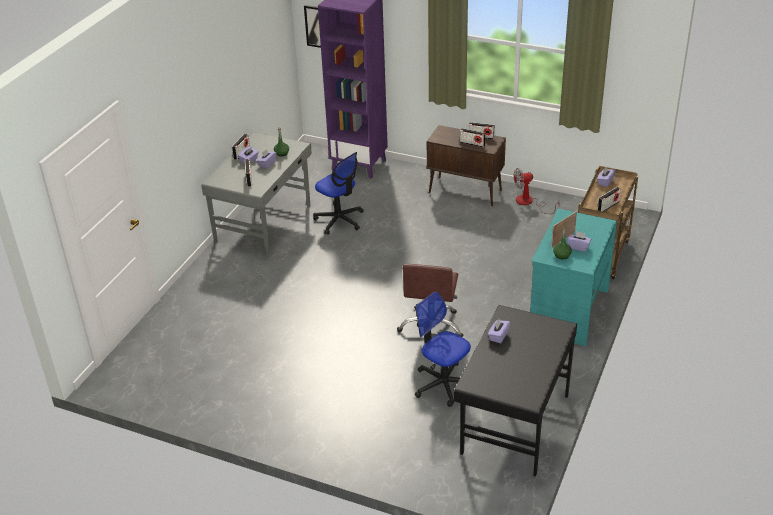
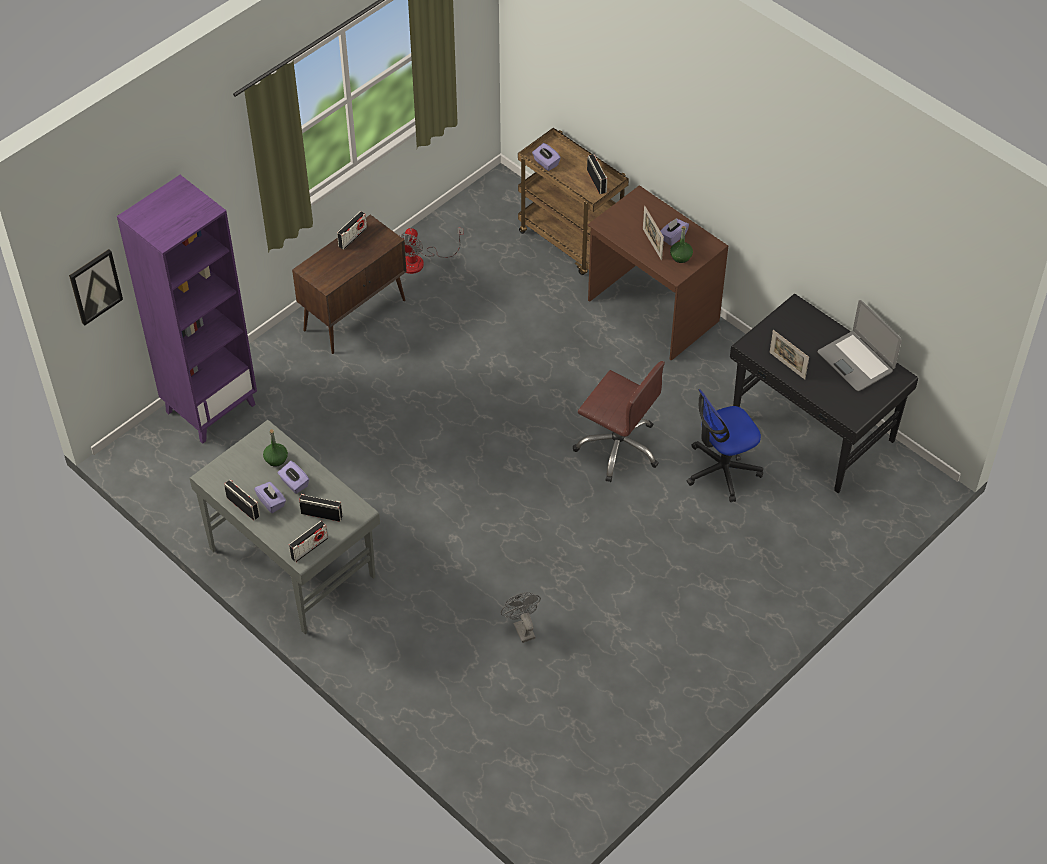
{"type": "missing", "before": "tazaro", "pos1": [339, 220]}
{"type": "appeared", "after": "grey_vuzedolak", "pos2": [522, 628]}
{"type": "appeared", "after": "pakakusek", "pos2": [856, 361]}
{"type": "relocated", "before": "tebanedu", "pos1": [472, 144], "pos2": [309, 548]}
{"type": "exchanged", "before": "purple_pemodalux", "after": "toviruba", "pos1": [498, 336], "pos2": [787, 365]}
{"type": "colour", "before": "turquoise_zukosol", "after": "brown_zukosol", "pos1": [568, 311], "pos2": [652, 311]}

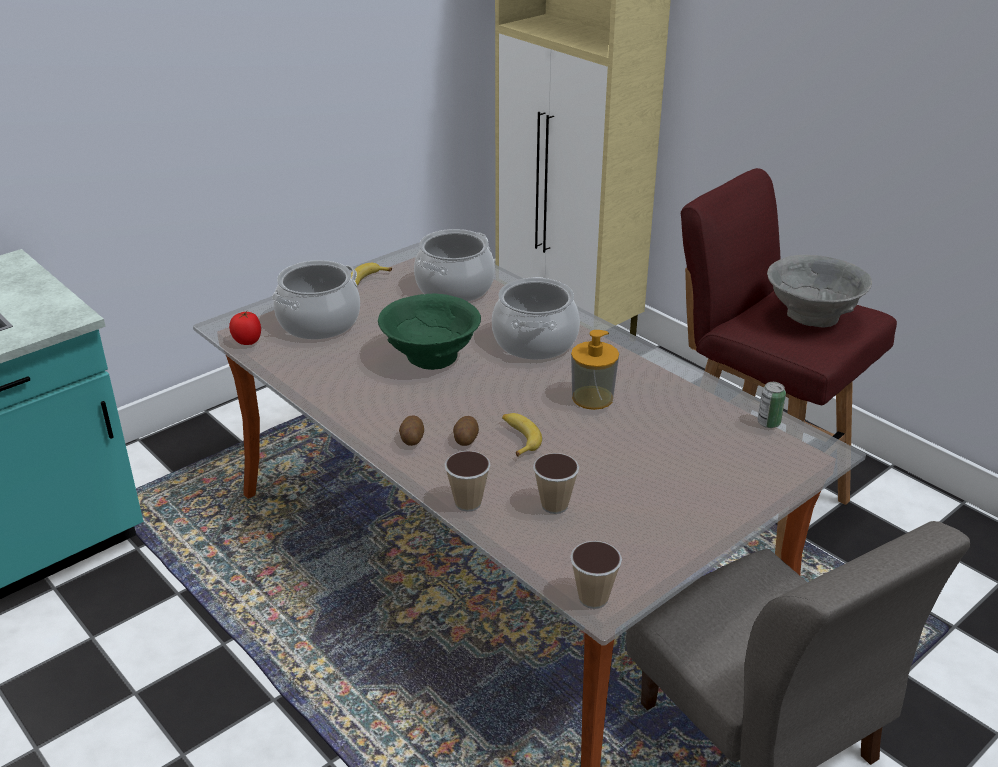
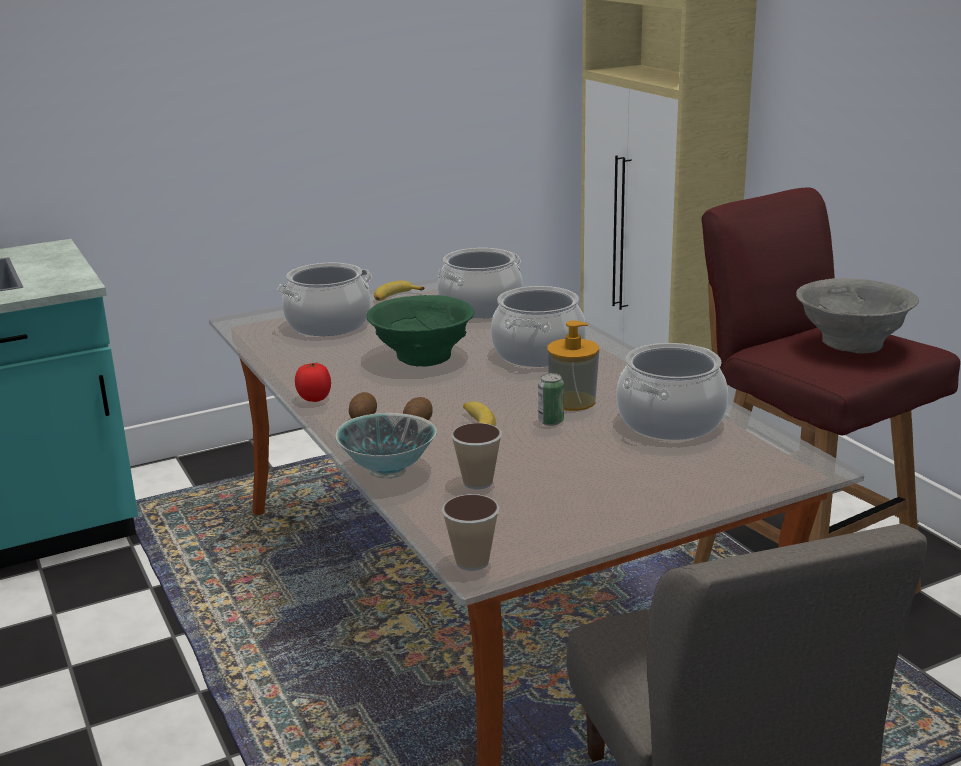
{"type": "appeared", "after": "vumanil", "pos2": [671, 422]}
{"type": "relocated", "before": "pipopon", "pos1": [247, 342], "pos2": [314, 399]}
{"type": "relocated", "before": "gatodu", "pos1": [768, 423], "pos2": [551, 421]}
{"type": "exchanged", "before": "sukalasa", "after": "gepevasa", "pos1": [468, 503], "pos2": [388, 471]}

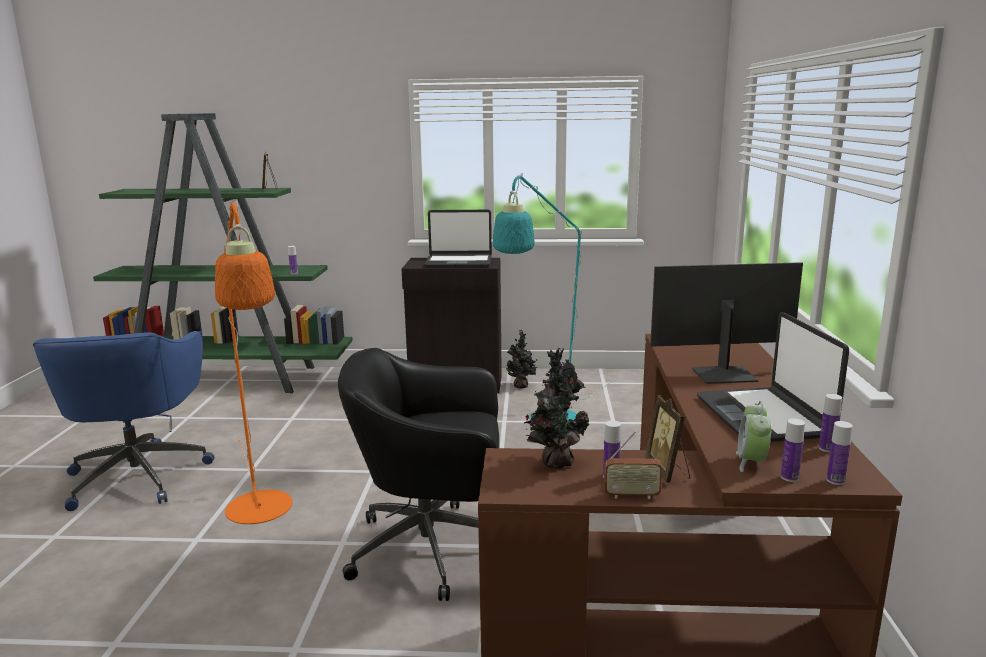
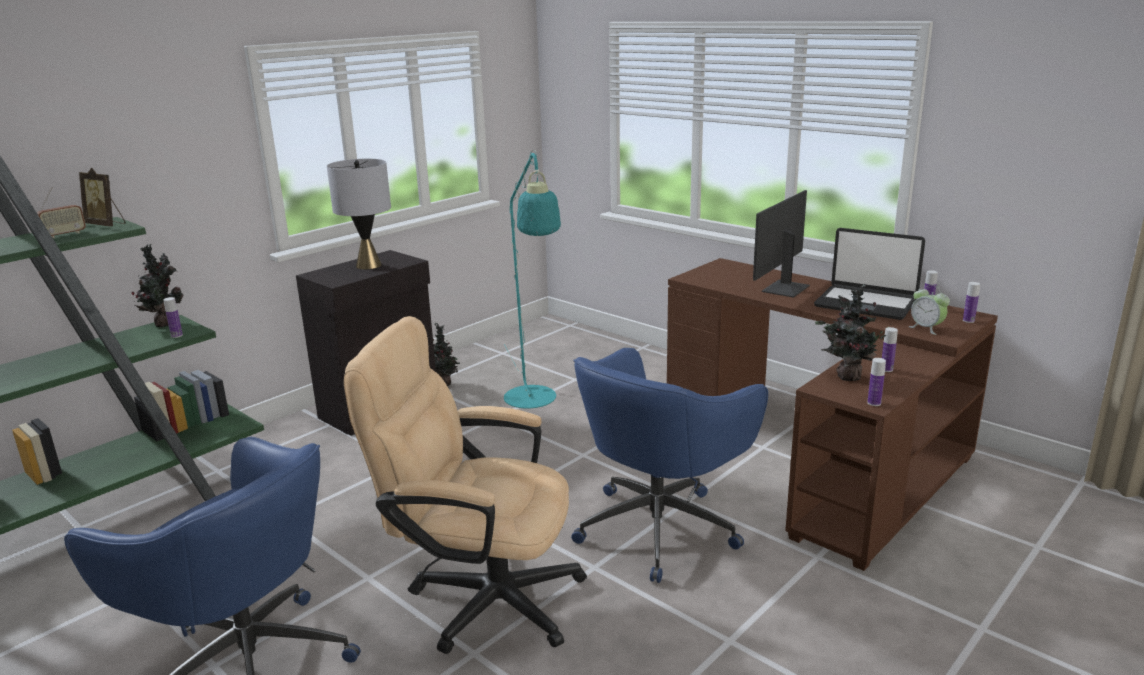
{"type": "missing", "before": "toviruba", "pos1": [668, 471]}
{"type": "appeared", "after": "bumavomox", "pos2": [164, 324]}
{"type": "relocated", "before": "tebanedu", "pos1": [631, 495], "pos2": [64, 235]}
{"type": "relocated", "before": "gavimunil", "pos1": [789, 477], "pos2": [874, 403]}
{"type": "exchanged", "before": "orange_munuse", "after": "beige_tazaro", "pos1": [262, 515], "pos2": [481, 597]}
{"type": "exchanged", "before": "pakakusek", "after": "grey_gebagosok", "pos1": [458, 262], "pos2": [368, 265]}
{"type": "colour", "before": "black_tazaro", "after": "blue_tazaro", "pos1": [433, 549], "pos2": [660, 526]}

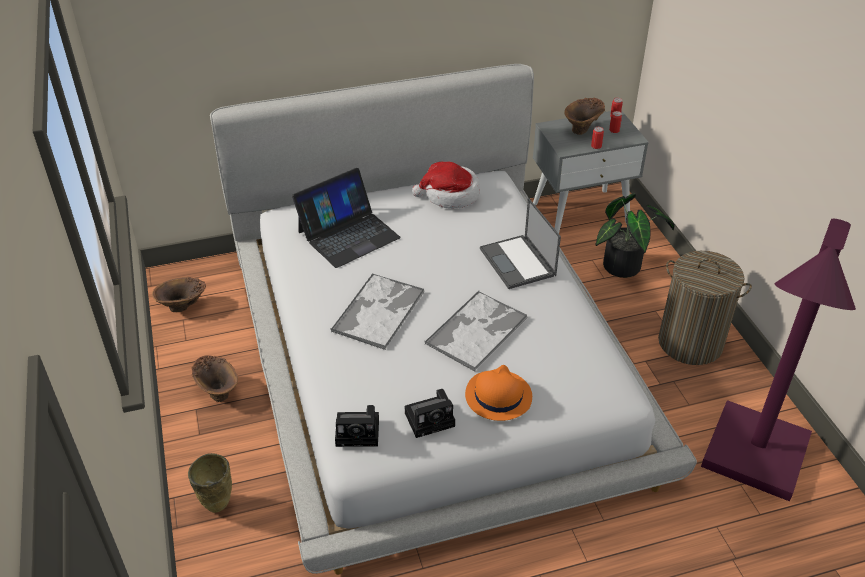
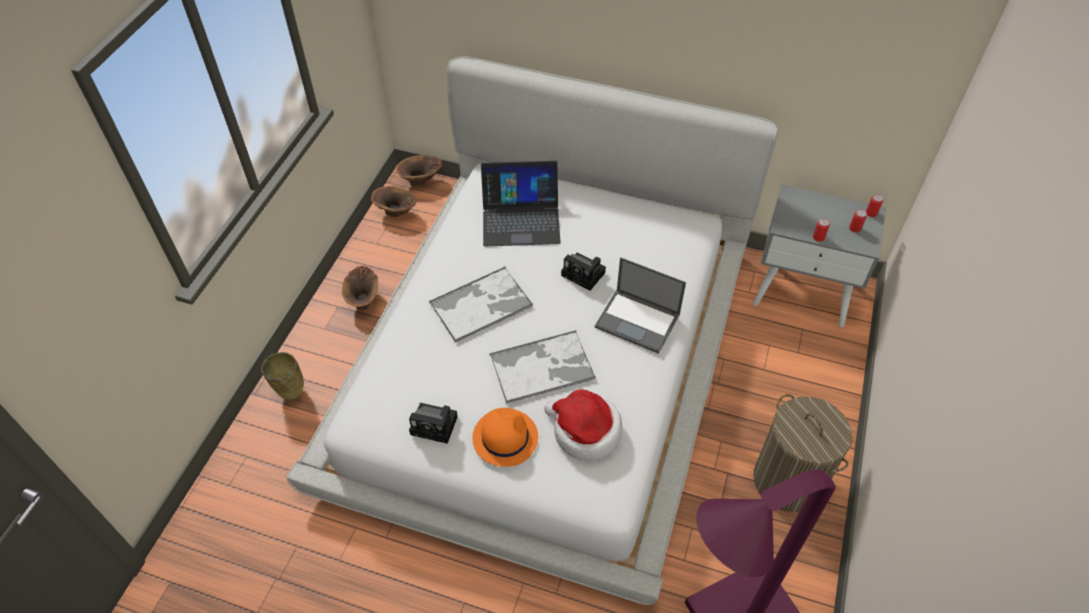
{"type": "missing", "before": "bumavomox", "pos1": [626, 267]}
{"type": "relocated", "before": "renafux", "pos1": [360, 432], "pos2": [585, 274]}
{"type": "relocated", "before": "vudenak", "pos1": [450, 195], "pos2": [585, 431]}
{"type": "relocated", "before": "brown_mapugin", "pos1": [583, 129], "pos2": [421, 182]}
{"type": "spun", "before": "pakakusek", "pos1": [518, 262], "pos2": [638, 321], "turn": -75}

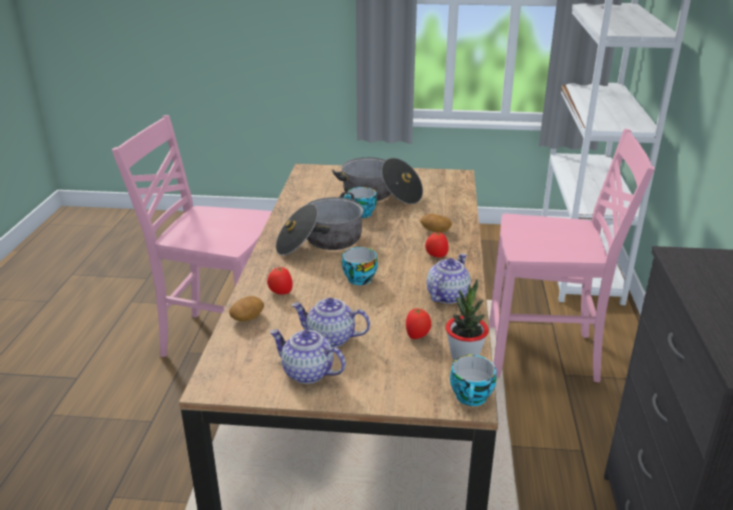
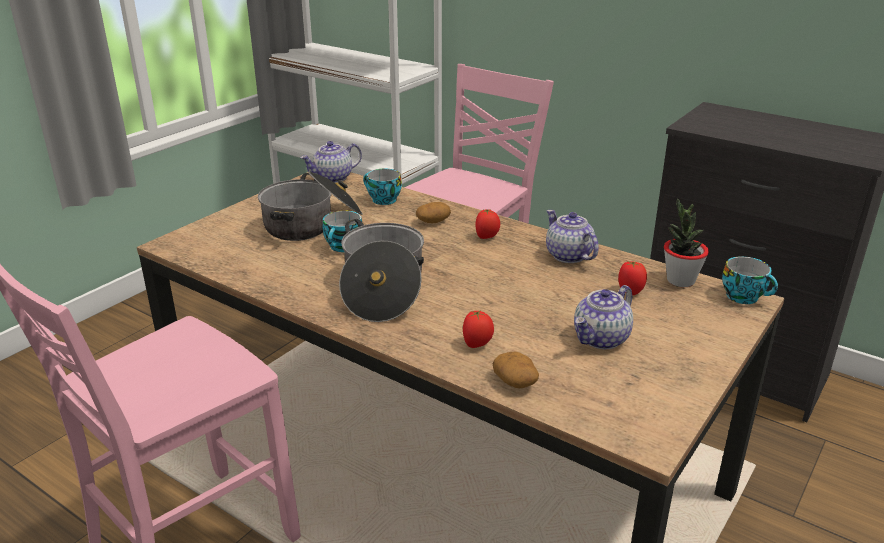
{"type": "relocated", "before": "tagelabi", "pos1": [307, 373], "pos2": [333, 178]}
{"type": "relocated", "before": "sukalasa", "pos1": [358, 278], "pos2": [382, 200]}

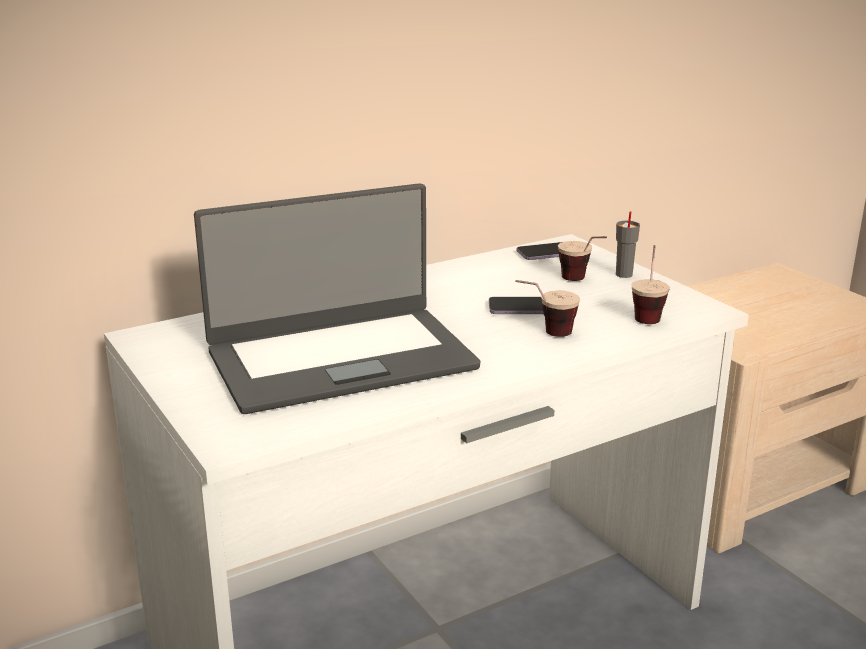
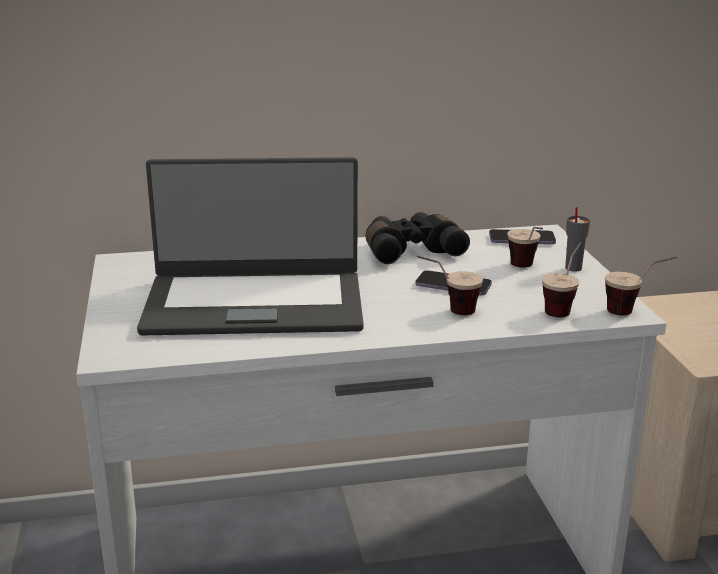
{"type": "appeared", "after": "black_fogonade", "pos2": [411, 250]}
{"type": "appeared", "after": "sukalasa", "pos2": [634, 311]}

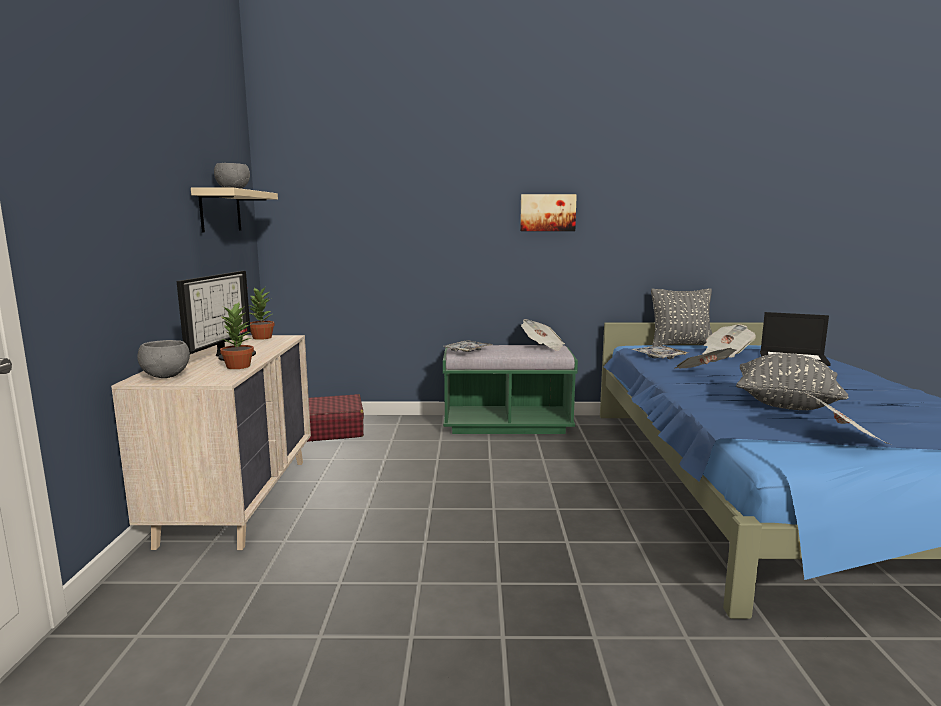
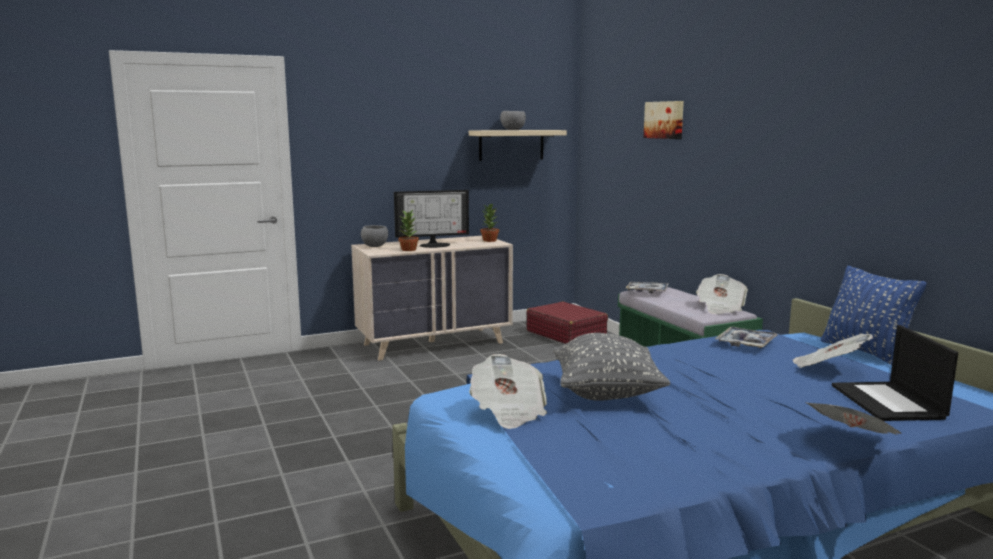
{"type": "relocated", "before": "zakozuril", "pos1": [547, 212], "pos2": [664, 120]}
{"type": "relocated", "before": "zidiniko", "pos1": [703, 374], "pos2": [852, 442]}
{"type": "colour", "before": "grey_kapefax", "after": "blue_kapefax", "pos1": [680, 345], "pos2": [865, 352]}

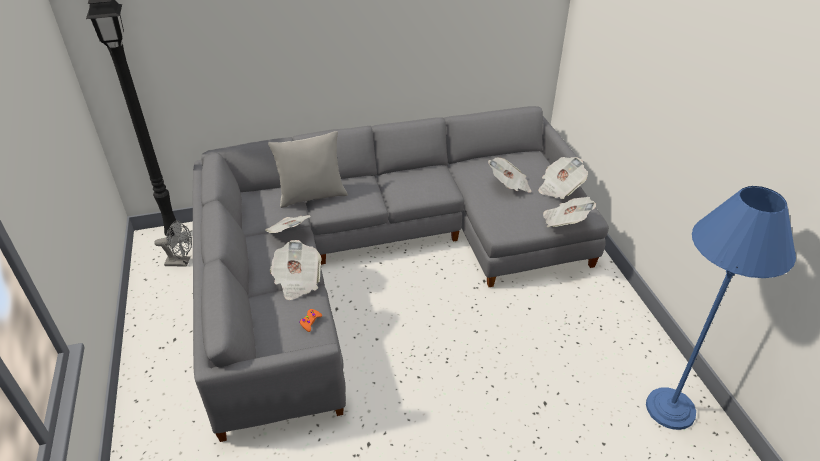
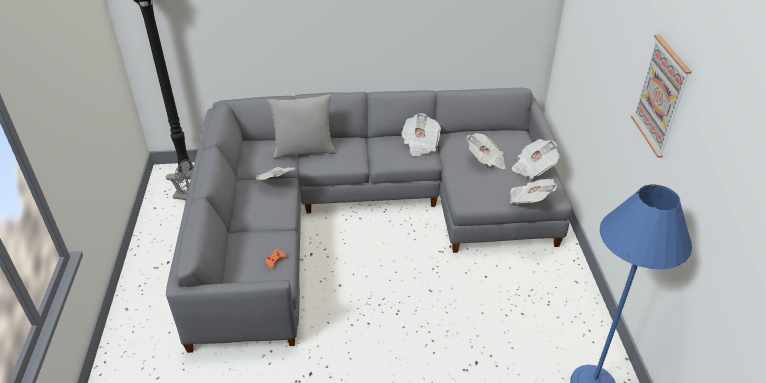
{"type": "appeared", "after": "zakozuril", "pos2": [661, 96]}
{"type": "relocated", "before": "zidiniko", "pos1": [297, 280], "pos2": [420, 144]}

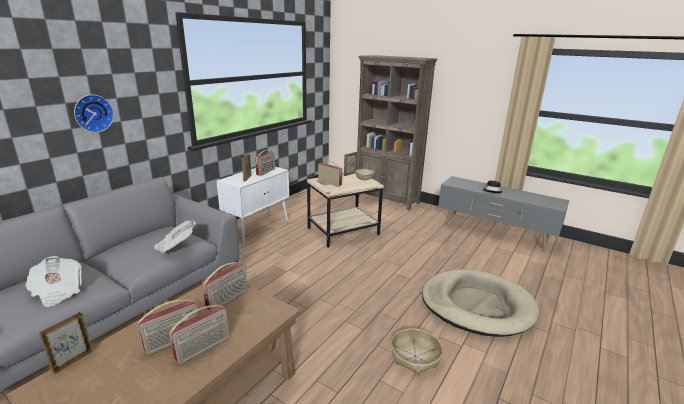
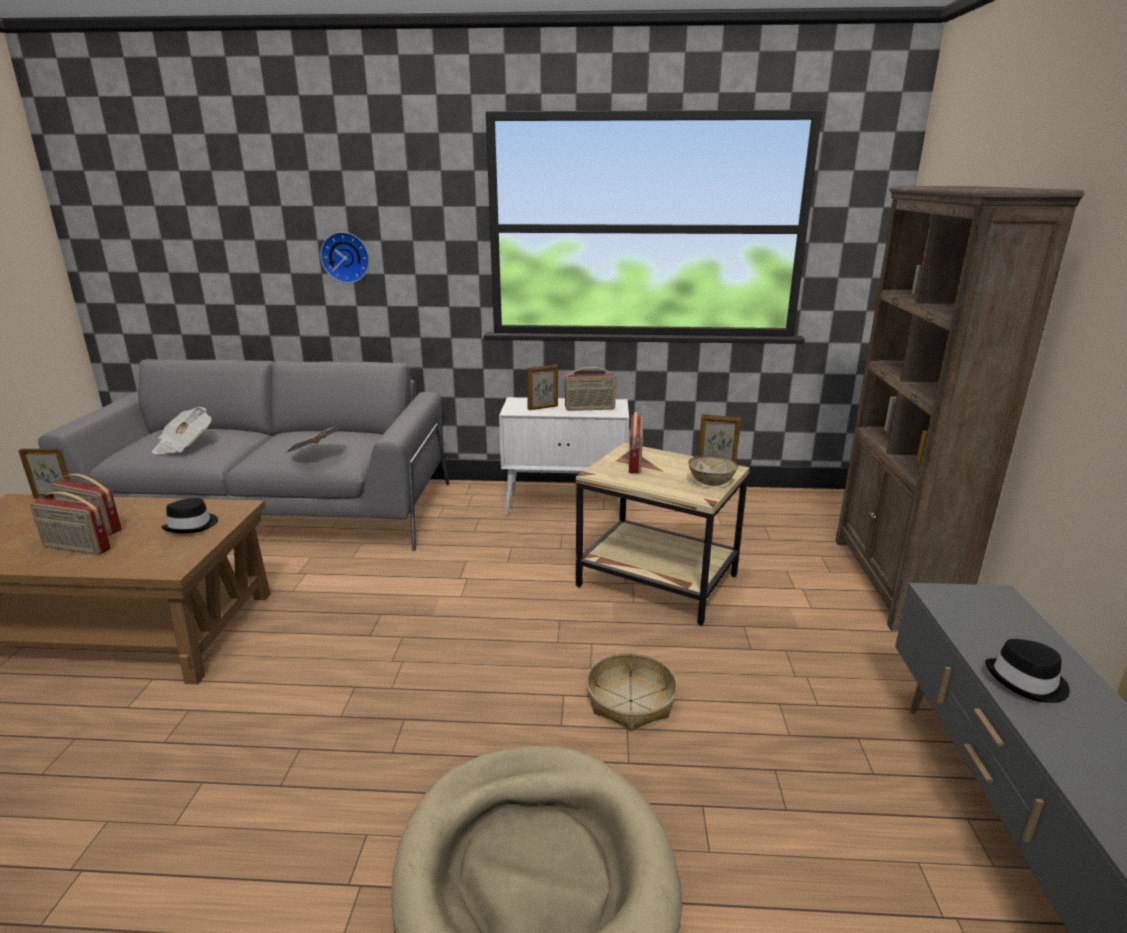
{"type": "relocated", "before": "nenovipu", "pos1": [415, 356], "pos2": [631, 701]}
{"type": "exchanged", "before": "tebanedu", "after": "black_vudenak", "pos1": [227, 299], "pos2": [192, 525]}

